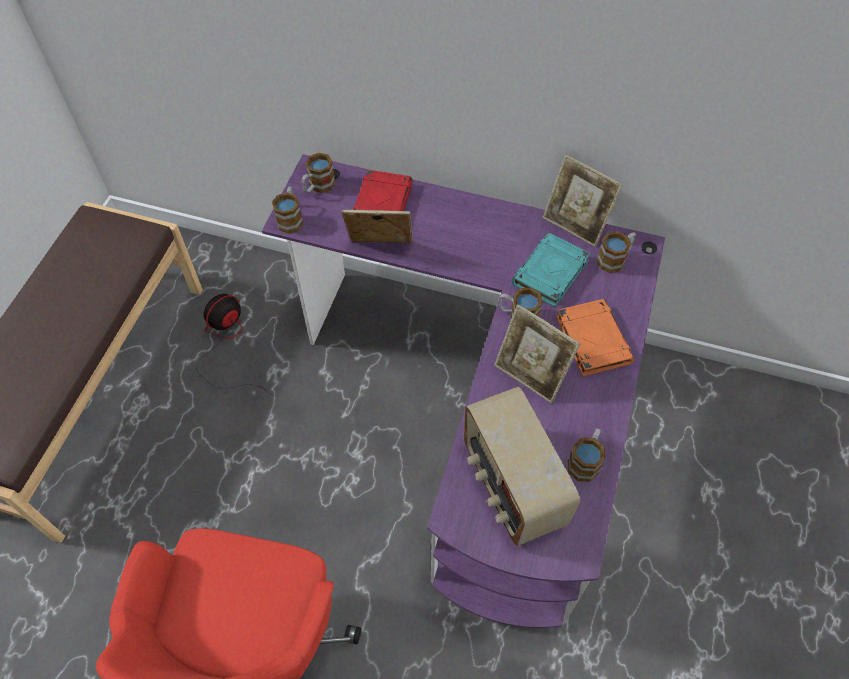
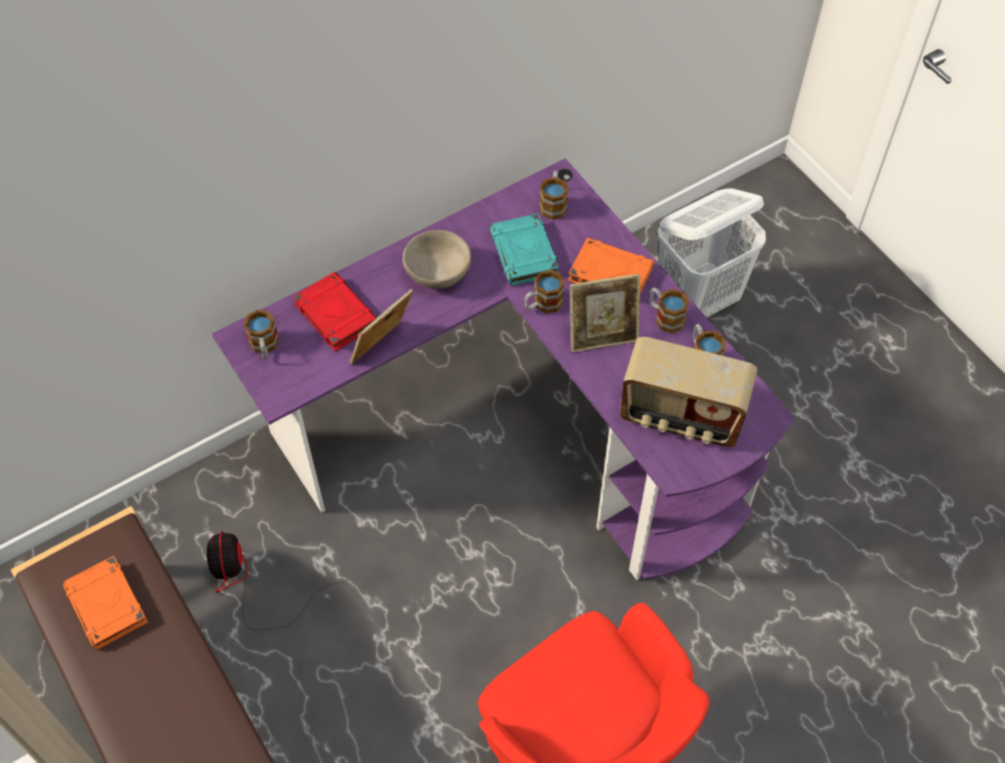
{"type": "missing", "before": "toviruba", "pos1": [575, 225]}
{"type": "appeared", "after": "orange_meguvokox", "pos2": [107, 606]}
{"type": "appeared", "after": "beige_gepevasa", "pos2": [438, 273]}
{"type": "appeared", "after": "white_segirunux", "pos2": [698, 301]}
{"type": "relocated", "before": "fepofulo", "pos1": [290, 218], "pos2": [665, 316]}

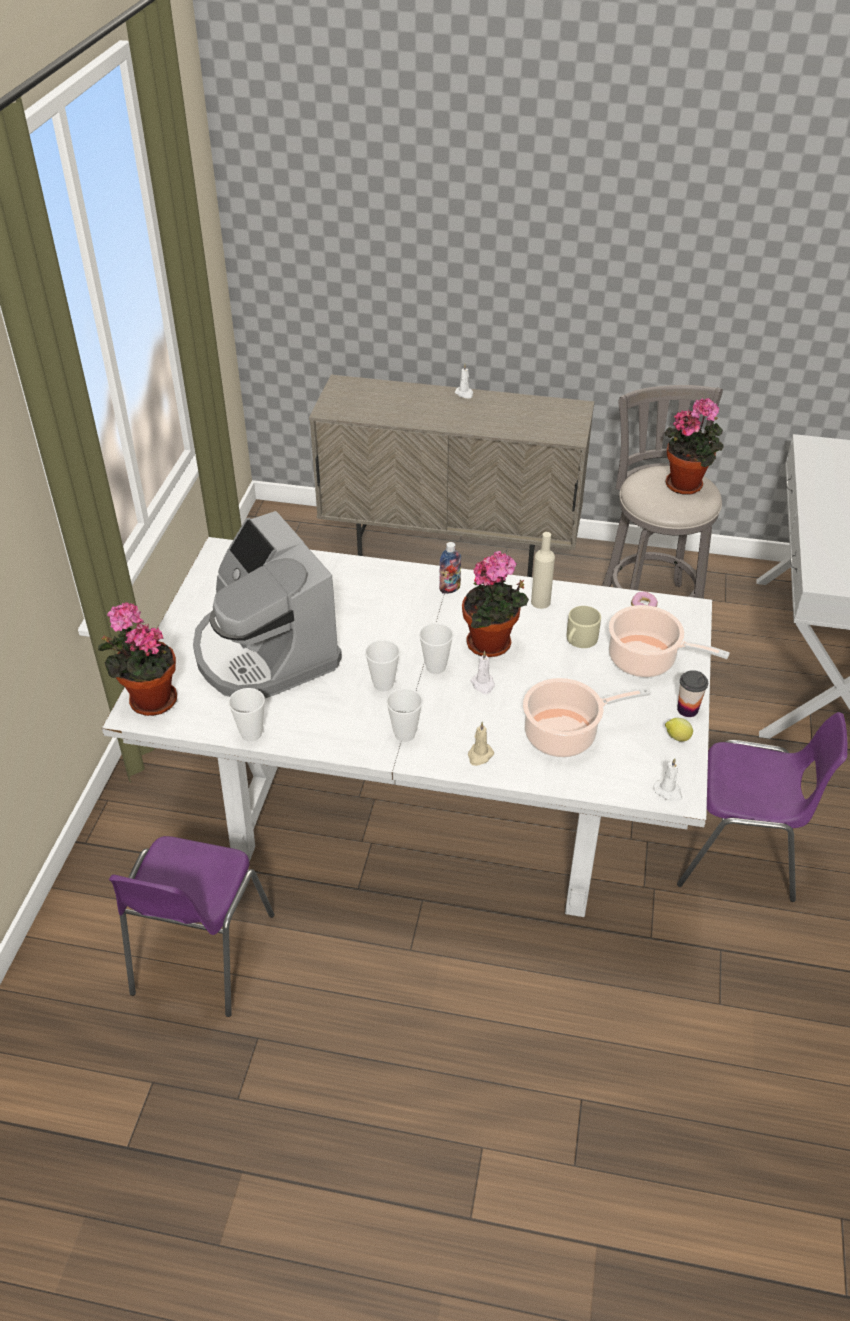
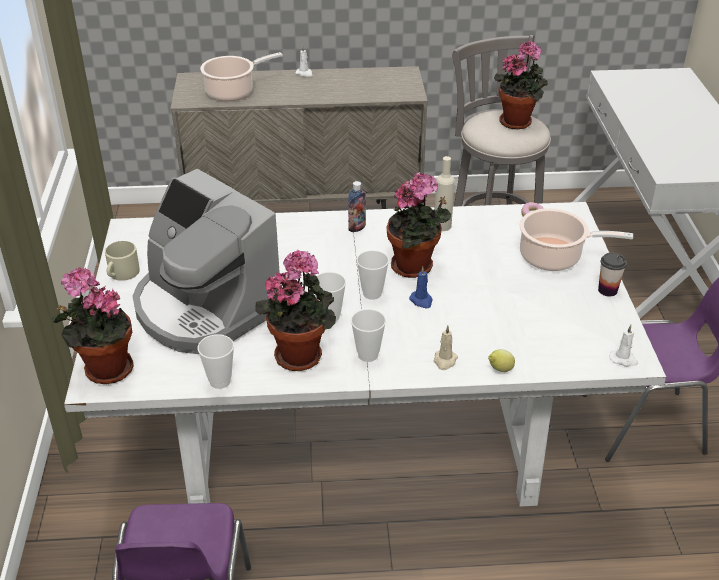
{"type": "appeared", "after": "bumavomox", "pos2": [301, 353]}
{"type": "relocated", "before": "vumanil", "pos1": [565, 734], "pos2": [233, 92]}
{"type": "relocated", "before": "beige_fepofulo", "pos1": [579, 639], "pos2": [121, 273]}
{"type": "relocated", "before": "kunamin", "pos1": [676, 738], "pos2": [499, 370]}
{"type": "colour", "before": "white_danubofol", "after": "blue_danubofol", "pos1": [483, 684], "pos2": [421, 301]}

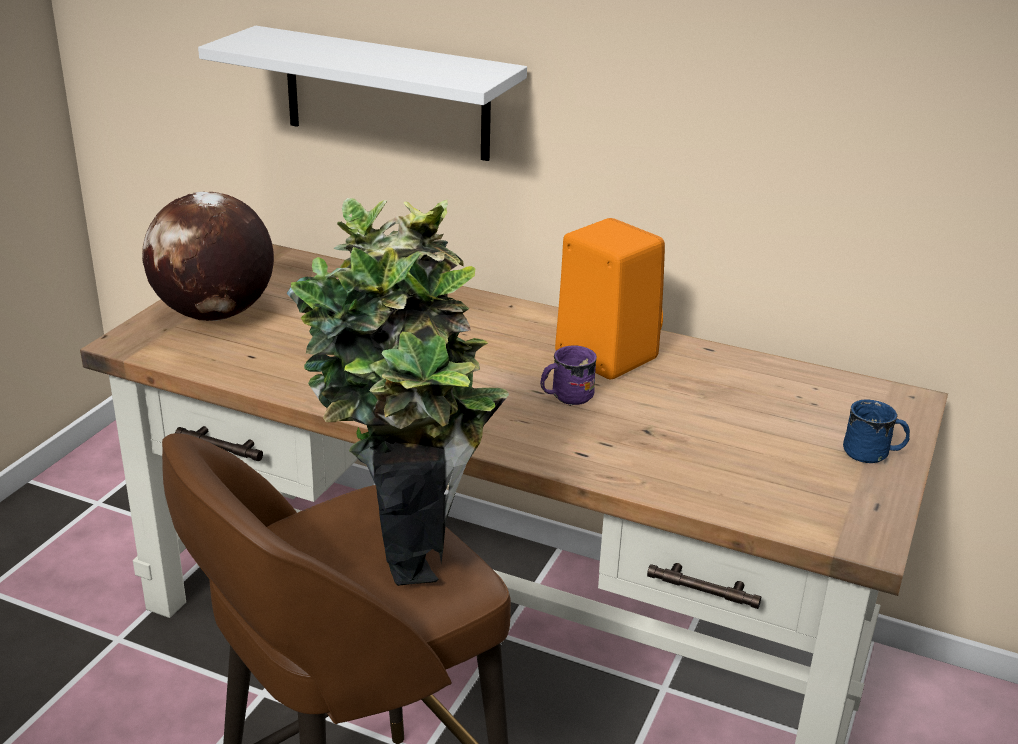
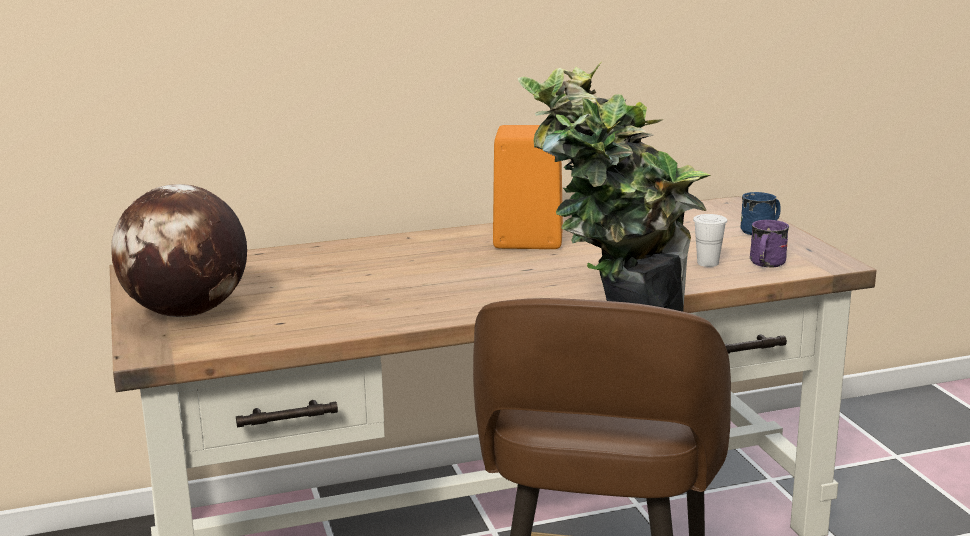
{"type": "missing", "before": "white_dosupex", "pos1": [386, 94]}
{"type": "appeared", "after": "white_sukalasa", "pos2": [708, 263]}
{"type": "relocated", "before": "purple_fepofulo", "pos1": [565, 396], "pos2": [765, 264]}

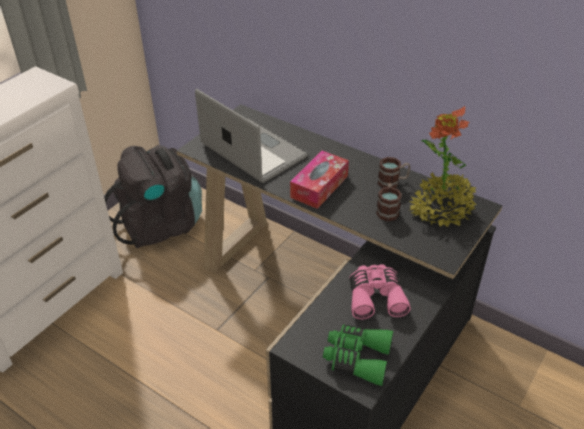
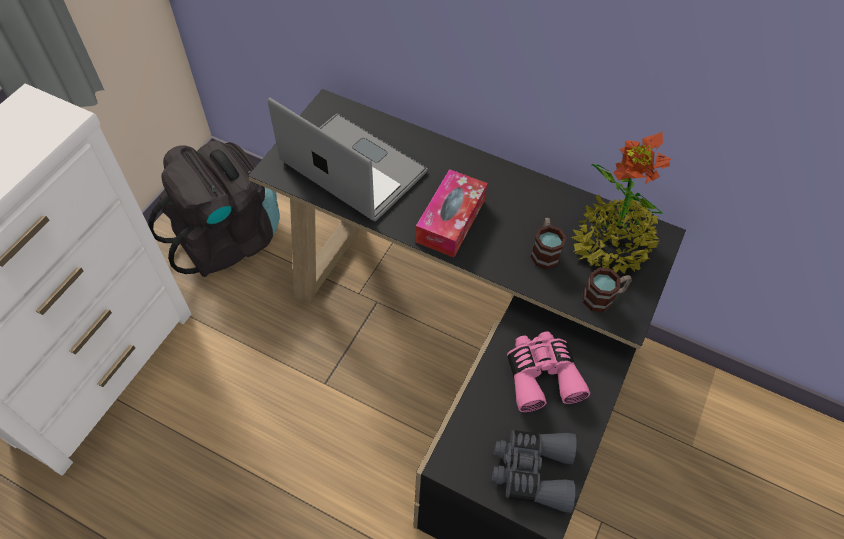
{"type": "relocated", "before": "fepofulo", "pos1": [392, 182], "pos2": [603, 297]}
{"type": "colour", "before": "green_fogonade", "after": "grey_fogonade", "pos1": [357, 358], "pos2": [532, 471]}

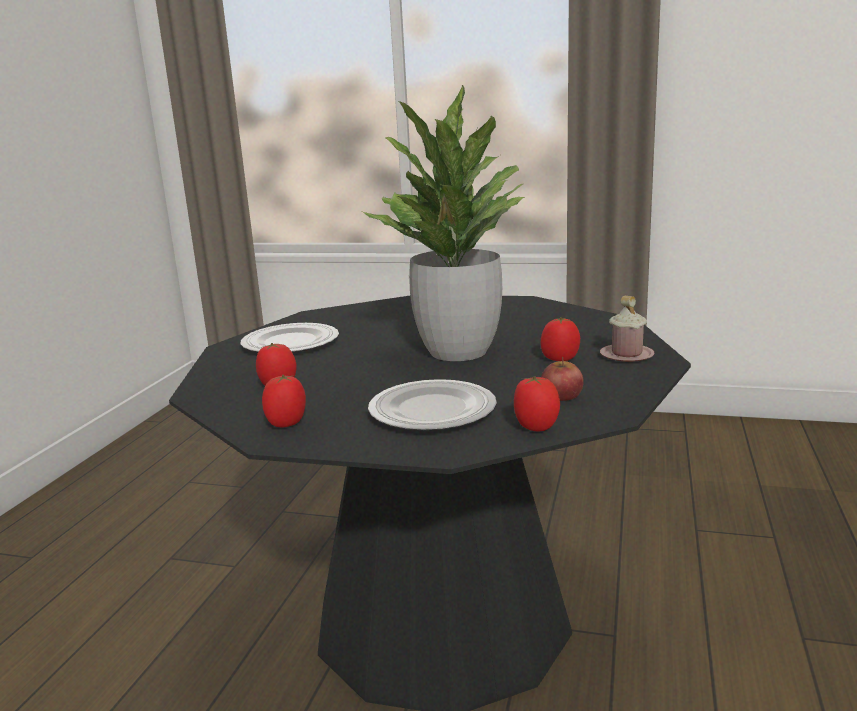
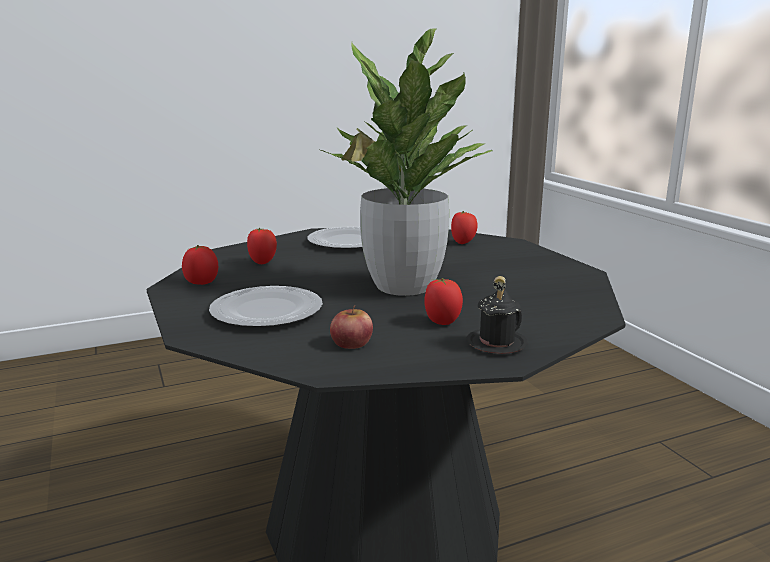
{"type": "relocated", "before": "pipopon", "pos1": [536, 427], "pos2": [463, 242]}
{"type": "colour", "before": "pink_fepofulo", "after": "black_fepofulo", "pos1": [626, 355], "pos2": [496, 344]}

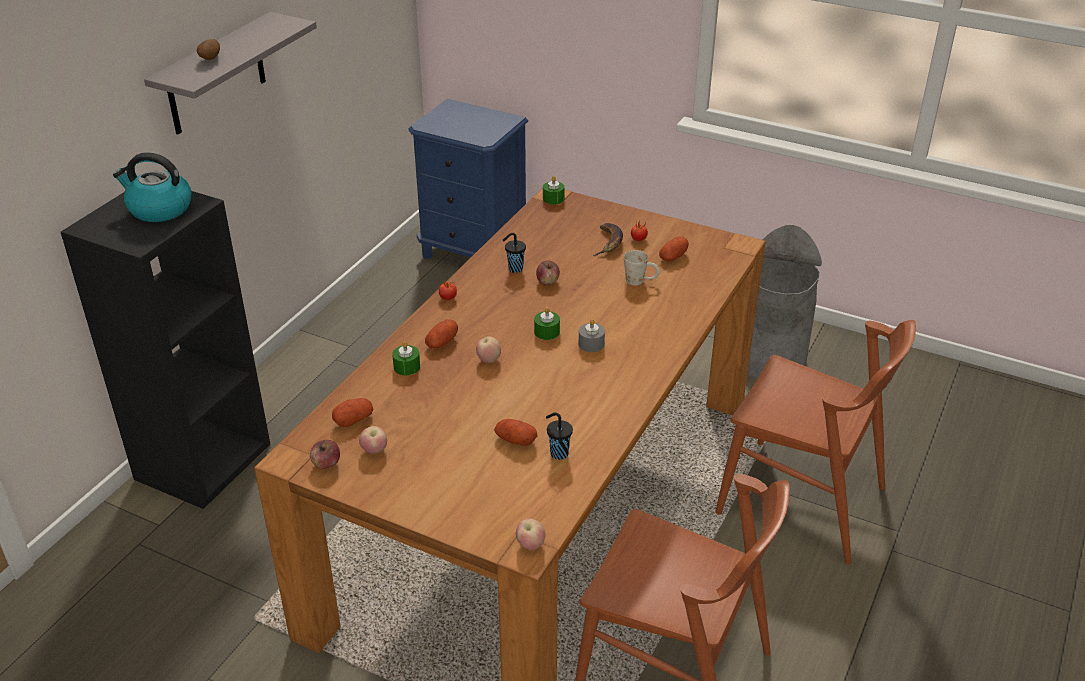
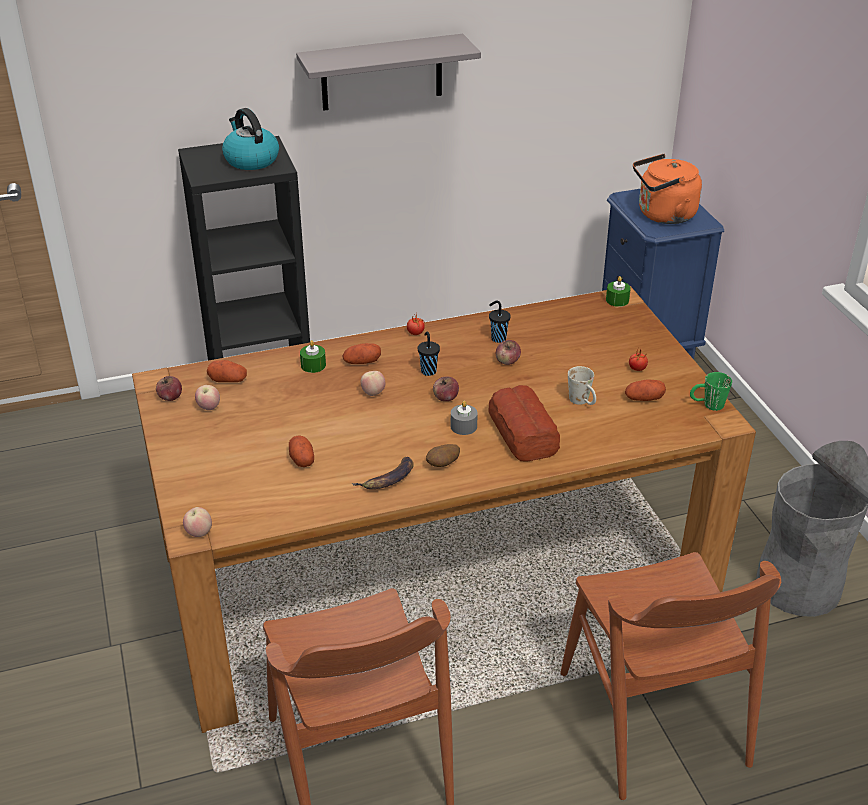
{"type": "appeared", "after": "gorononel", "pos2": [522, 434]}
{"type": "appeared", "after": "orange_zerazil", "pos2": [663, 215]}
{"type": "appeared", "after": "green_fepofulo", "pos2": [707, 405]}
{"type": "relocated", "before": "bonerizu", "pos1": [210, 59], "pos2": [443, 464]}
{"type": "relocated", "before": "black_sukalasa", "pos1": [558, 453], "pos2": [428, 371]}
{"type": "relocated", "before": "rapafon", "pos1": [608, 243], "pos2": [388, 479]}
{"type": "exchanged", "before": "green_danubofol", "after": "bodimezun", "pos1": [547, 332], "pos2": [445, 398]}

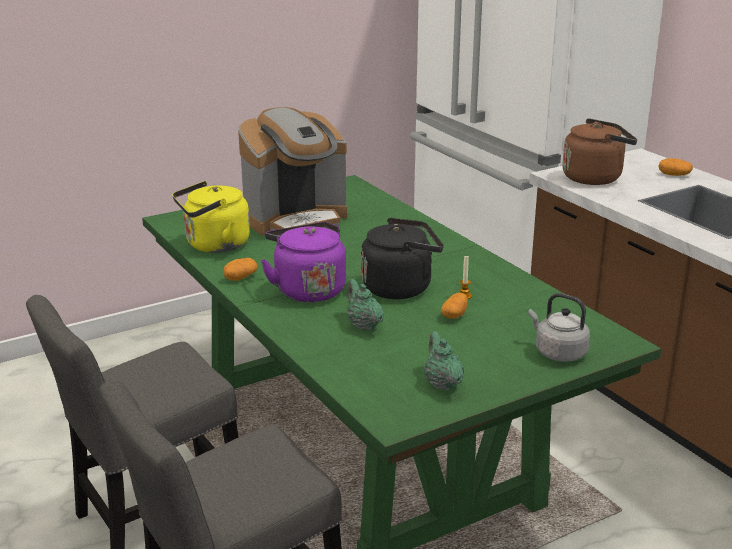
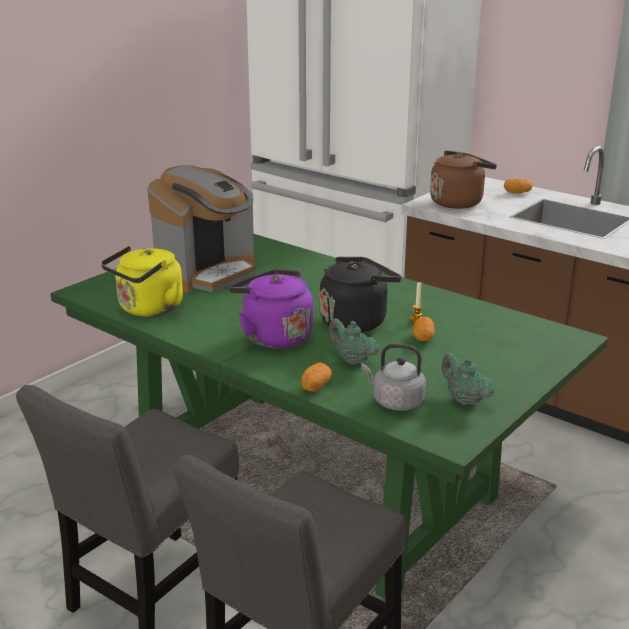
{"type": "relocated", "before": "bonerizu", "pos1": [240, 277], "pos2": [315, 386]}
{"type": "relocated", "before": "grey_zerazil", "pos1": [558, 352], "pos2": [395, 402]}

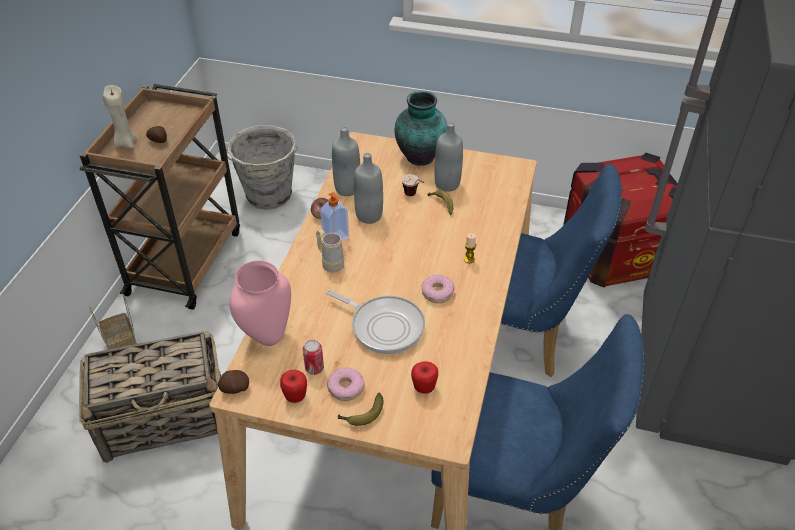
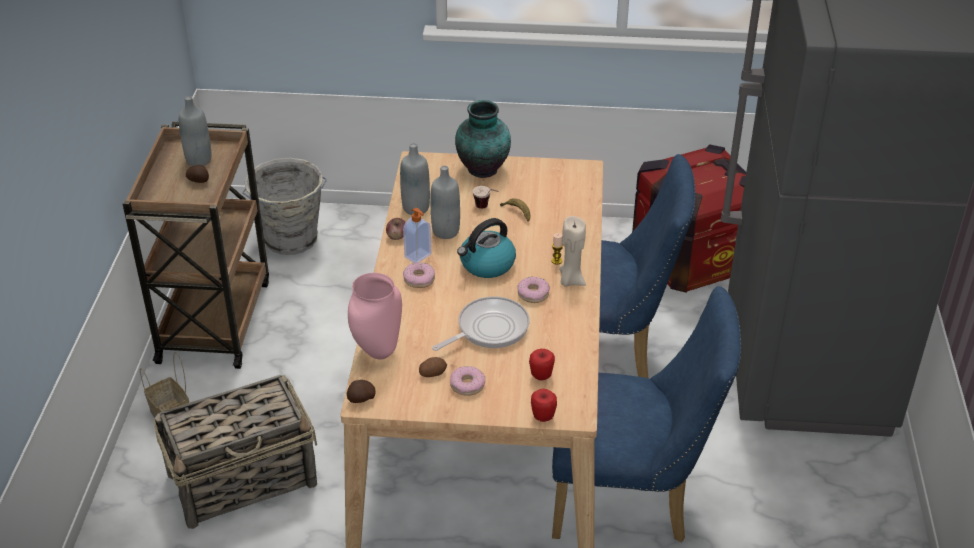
{"type": "missing", "before": "rapafon", "pos1": [362, 415]}
{"type": "appeared", "after": "zerazil", "pos2": [486, 265]}
{"type": "relocated", "before": "beige_danubofol", "pos1": [125, 143], "pos2": [570, 280]}
{"type": "relocated", "before": "bodimezun", "pos1": [295, 396], "pos2": [543, 416]}
{"type": "relocated", "before": "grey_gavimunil", "pos1": [447, 184], "pos2": [199, 160]}
{"type": "exchanged", "before": "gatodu", "after": "bonerizu", "pos1": [314, 368], "pos2": [432, 373]}
{"type": "exchanged", "before": "beige_fepofulo", "after": "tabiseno", "pos1": [330, 263], "pos2": [419, 279]}
{"type": "spun", "before": "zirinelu", "pos1": [384, 326], "pos2": [489, 329], "turn": -60}

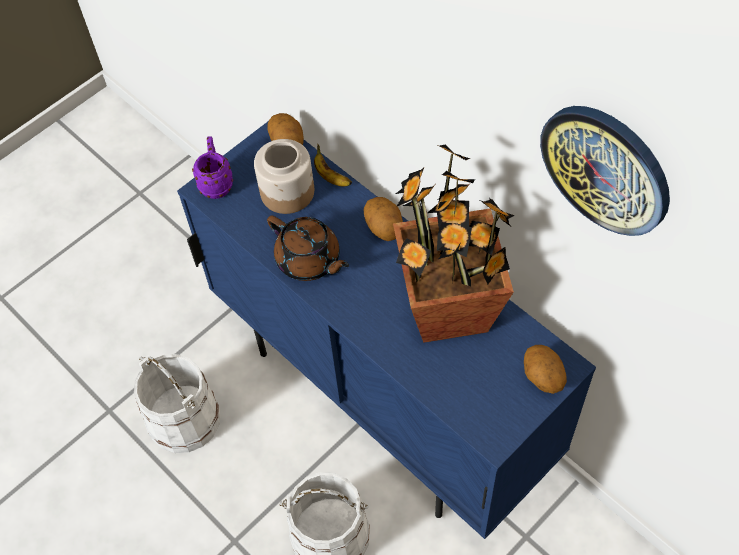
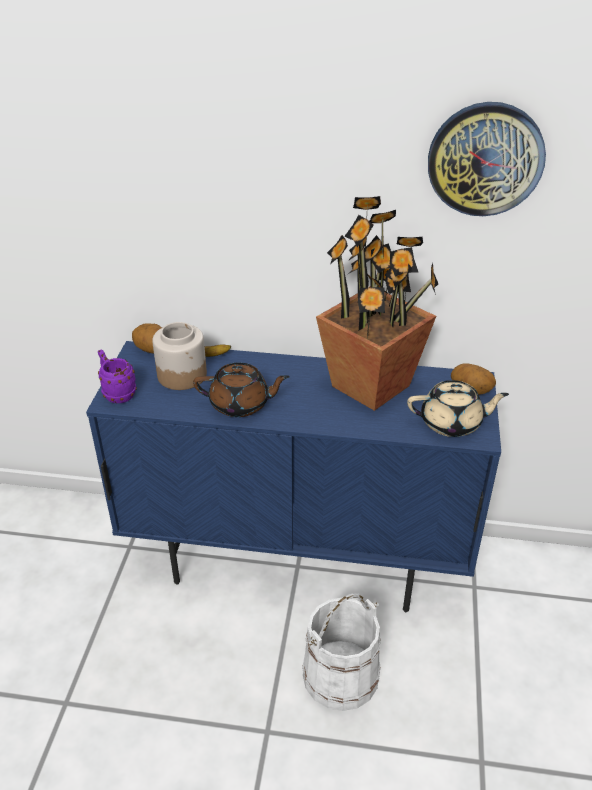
{"type": "missing", "before": "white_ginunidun", "pos1": [184, 418]}
{"type": "missing", "before": "bonerizu", "pos1": [384, 228]}
{"type": "appeared", "after": "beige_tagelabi", "pos2": [452, 423]}

